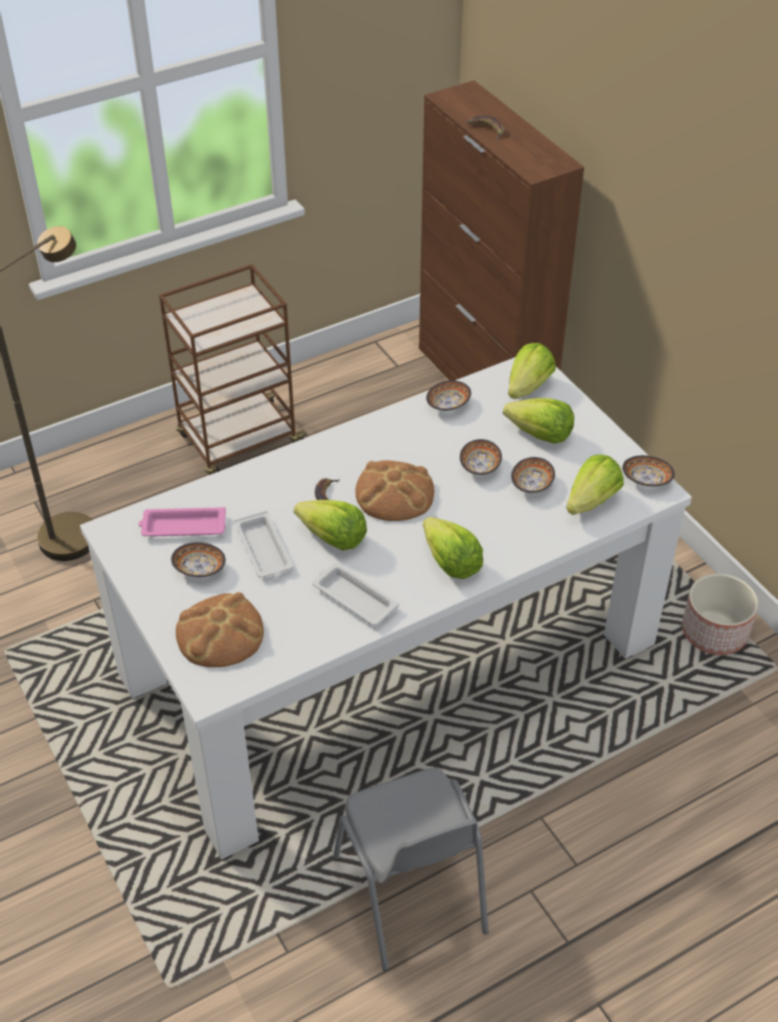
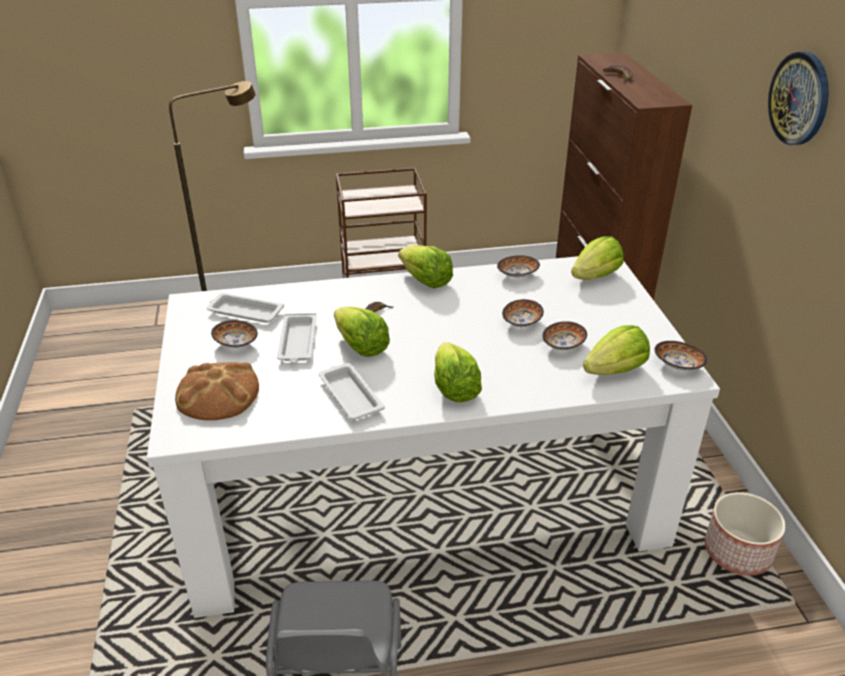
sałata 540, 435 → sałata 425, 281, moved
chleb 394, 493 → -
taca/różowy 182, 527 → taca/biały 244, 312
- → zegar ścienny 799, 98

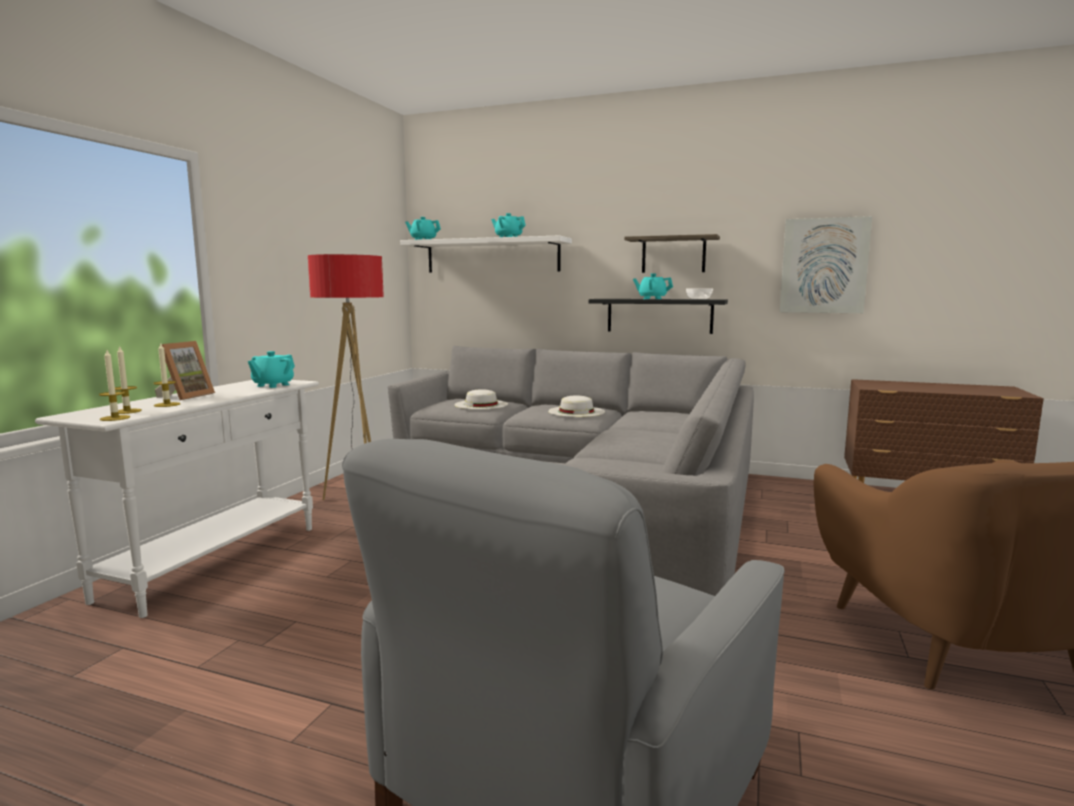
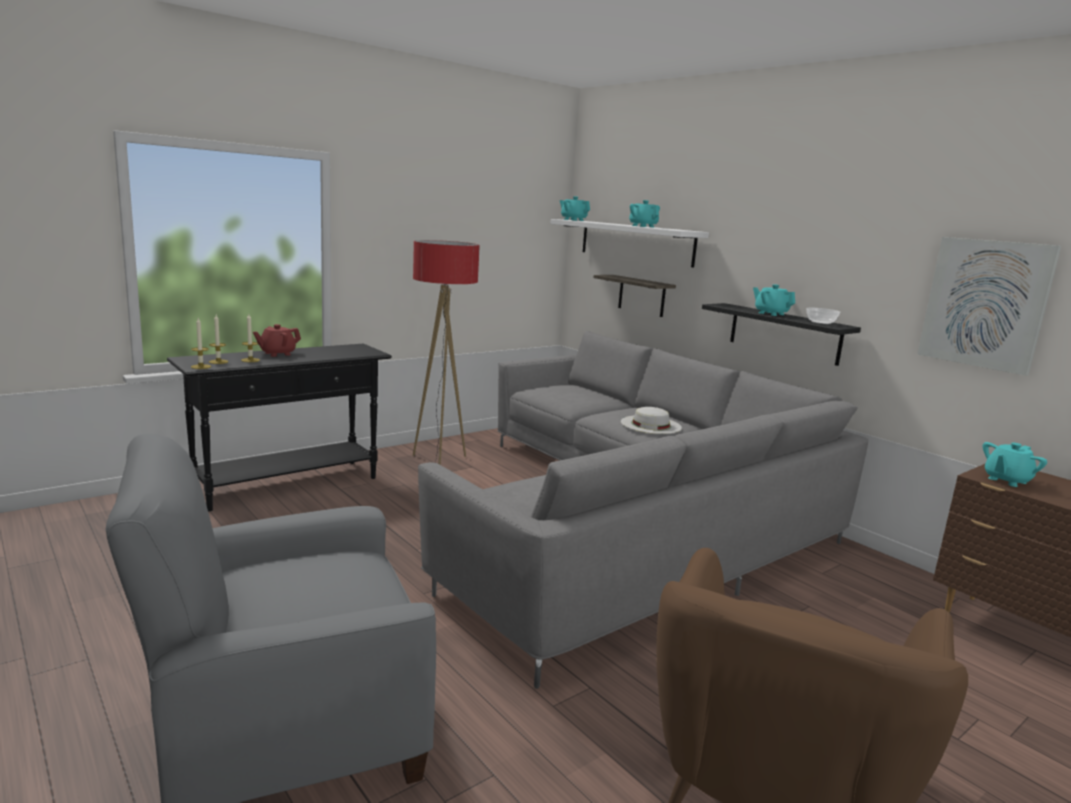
półka 673, 255 → półka 641, 296, moved
ramka na zdjęcie 186, 396 → imbryk/czerwony 277, 354
imbryk/turkusowy 272, 385 → imbryk/turkusowy 1006, 480, moved
stolik konsolowy/biały 215, 561 → stolik konsolowy/czarny 288, 484
kapelusz/biały 481, 404 → -

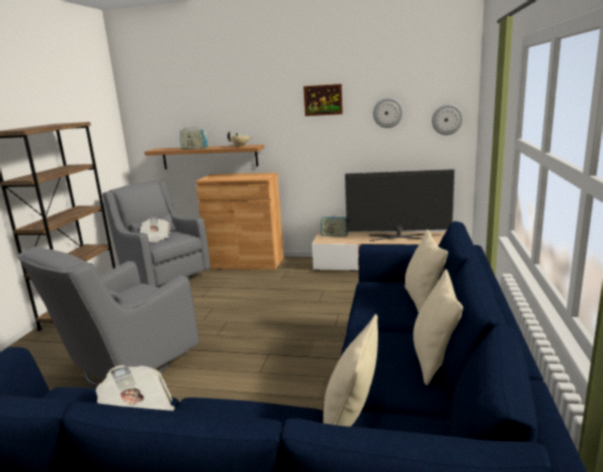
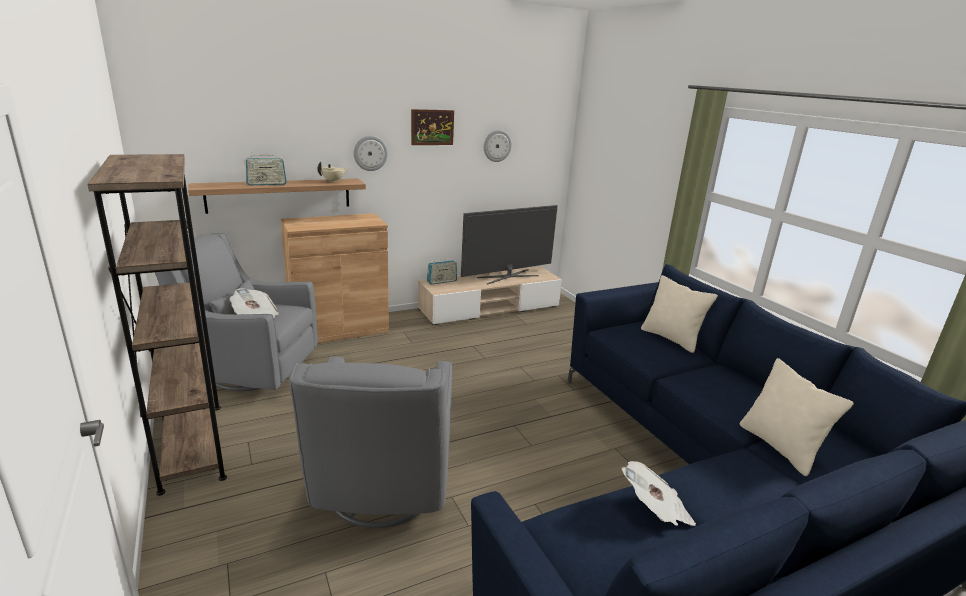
zegar ścienny 447, 119 → zegar ścienny 370, 153, moved
poduszka/beżowy 434, 360 → -

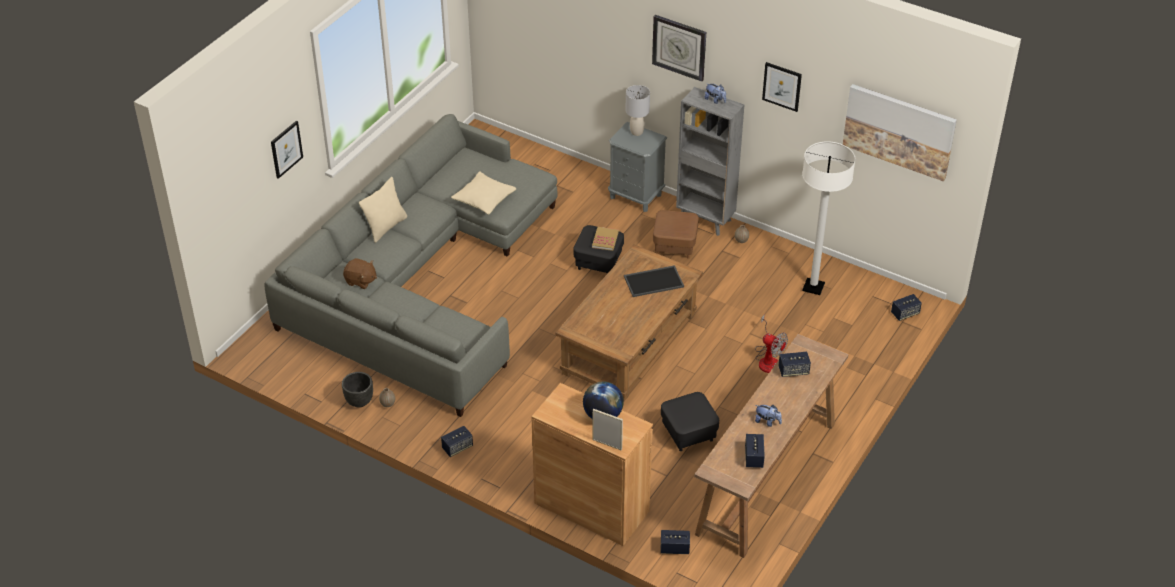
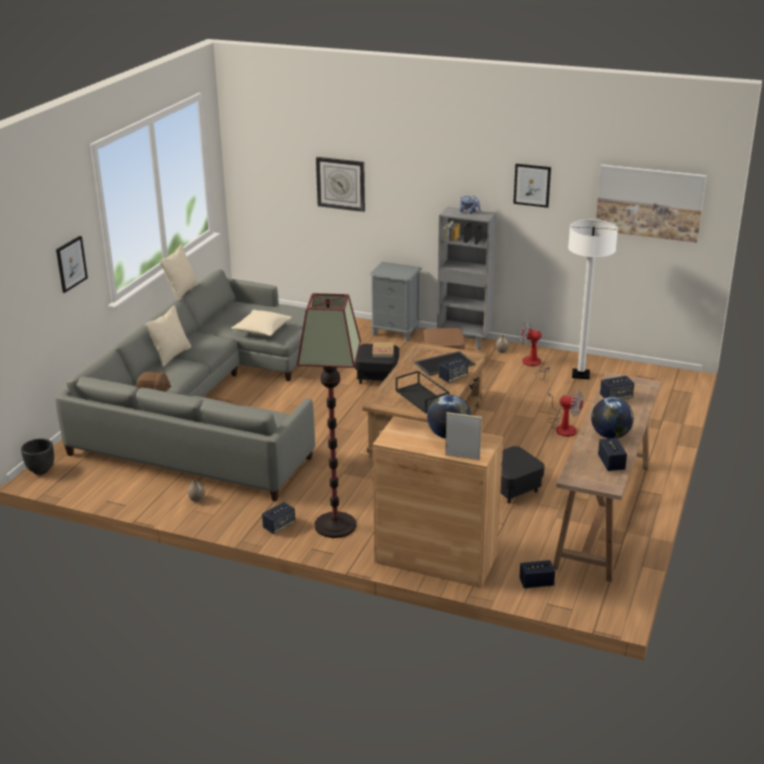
zegar ścienny 679, 47 → zegar ścienny 341, 183, moved
lampa stołowa/szary 637, 132 → -
głośnik 905, 313 → głośnik 453, 377, moved
donica/czarny 359, 401 → donica/czarny 40, 470, moved
pluszak 767, 422 → globus 610, 435
- → poduszka/beżowy 182, 292
- → lampa stojąca 335, 525
- → wentylator 534, 365
- → taca/czarny 423, 398

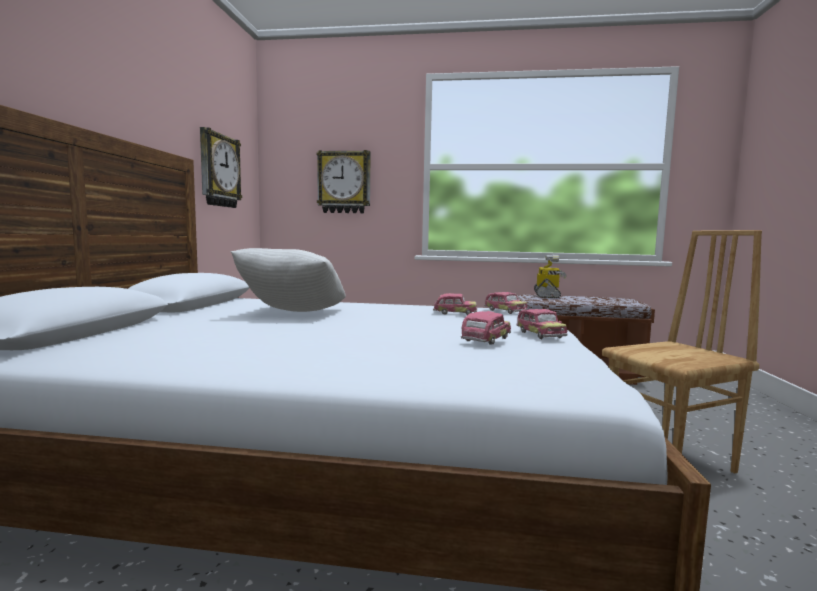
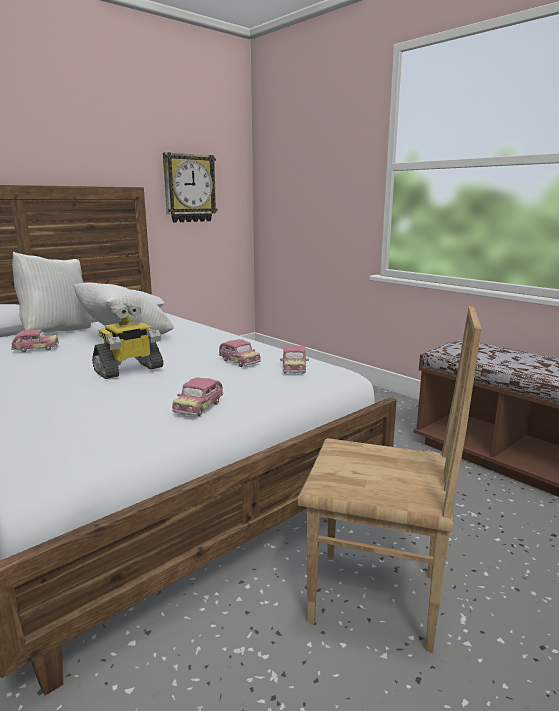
zegar ścienny 344, 182 → -
robot zabawkowy 547, 295 → robot zabawkowy 129, 370, moved
samochodzik 486, 340 → samochodzik 36, 349, moved
- → poduszka/biały 57, 332

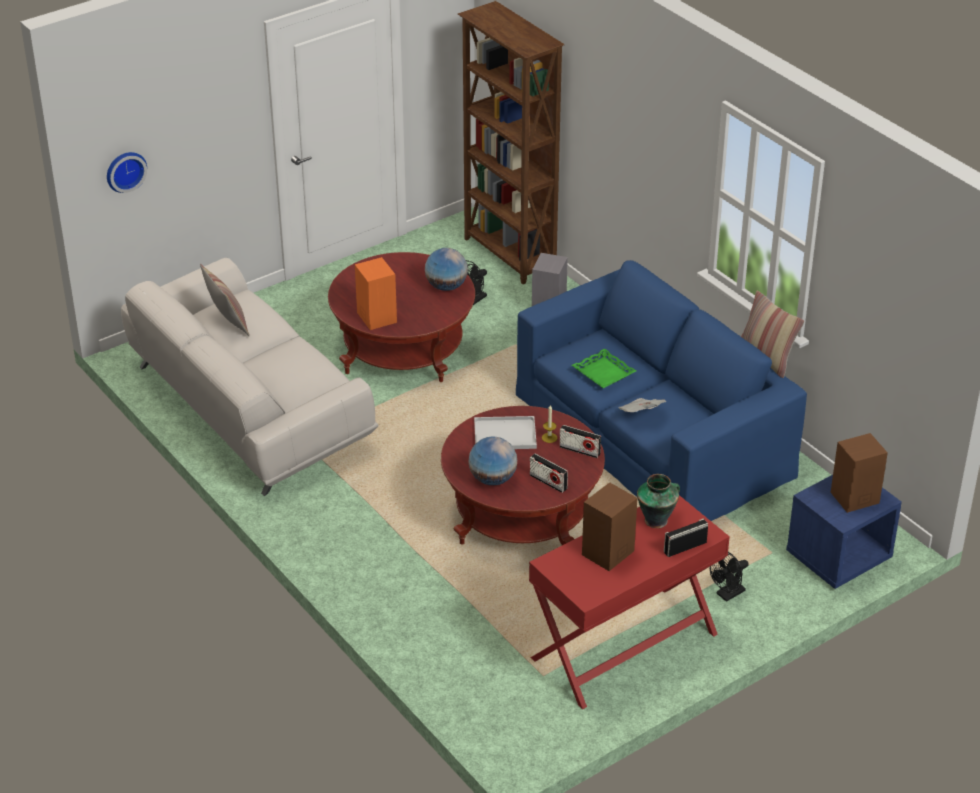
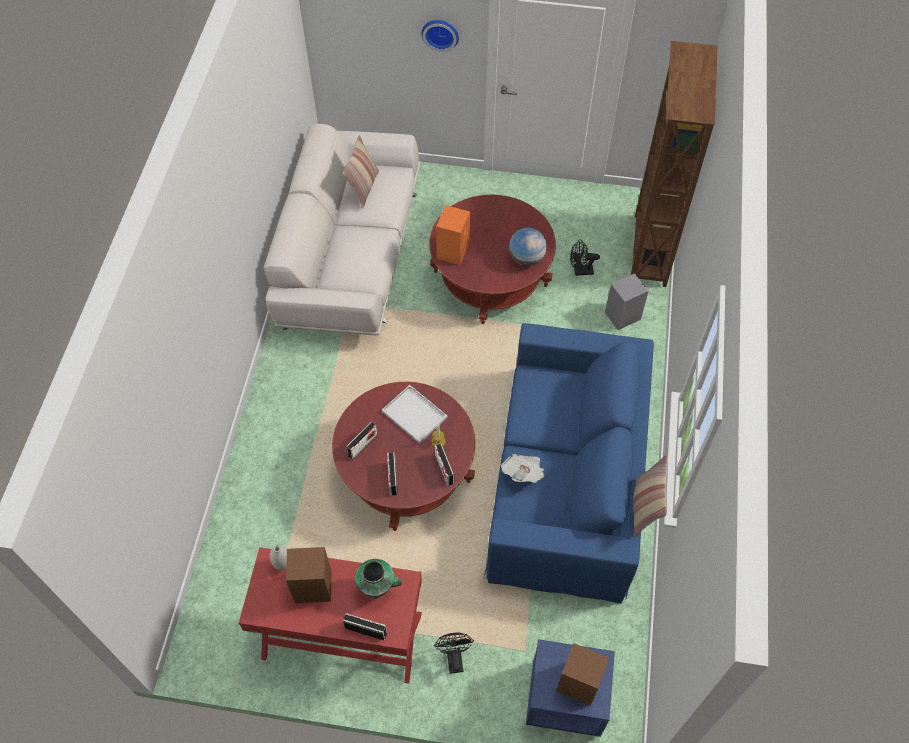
zegar ścienny 125, 170 → zegar ścienny 440, 33, moved
taca/zielony 604, 373 → -
globus 492, 479 → radio 362, 445
wentylator/czarny 727, 594 → wentylator/czarny 454, 657, 75 degrees clockwise
- → wazon/biały 283, 565

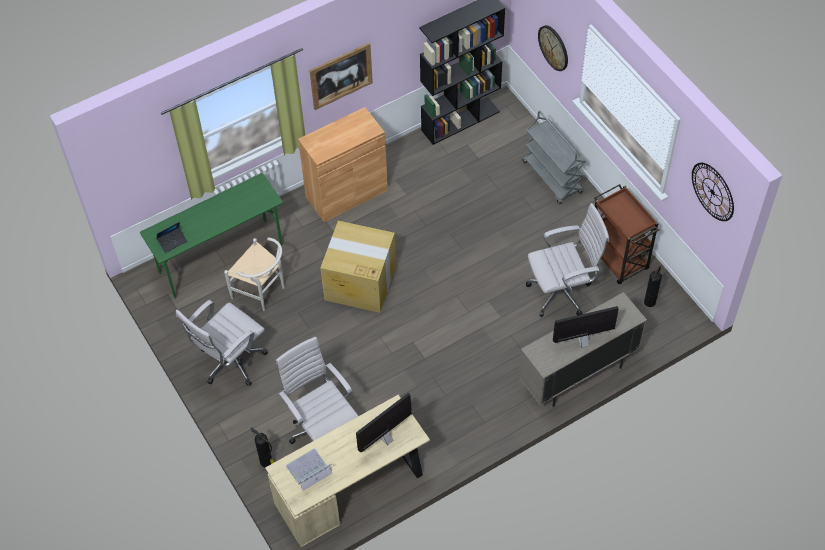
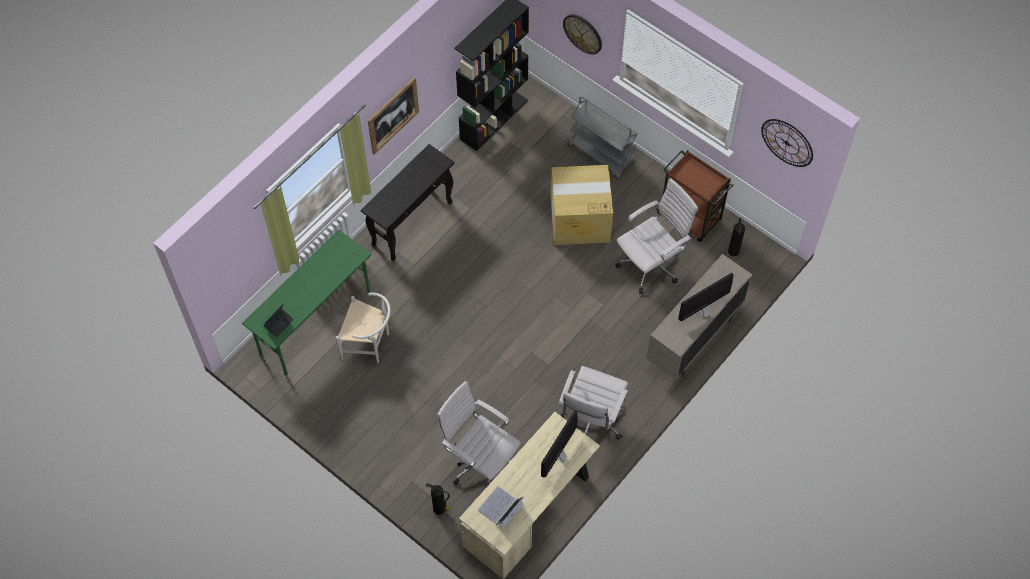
szafka/brązowy 346, 194 → stolik konsolowy/czarny 412, 223
karton 359, 282 → karton 579, 219, moved
krzesło biurowe/biały 230, 363 → krzesło biurowe/biały 591, 422, moved

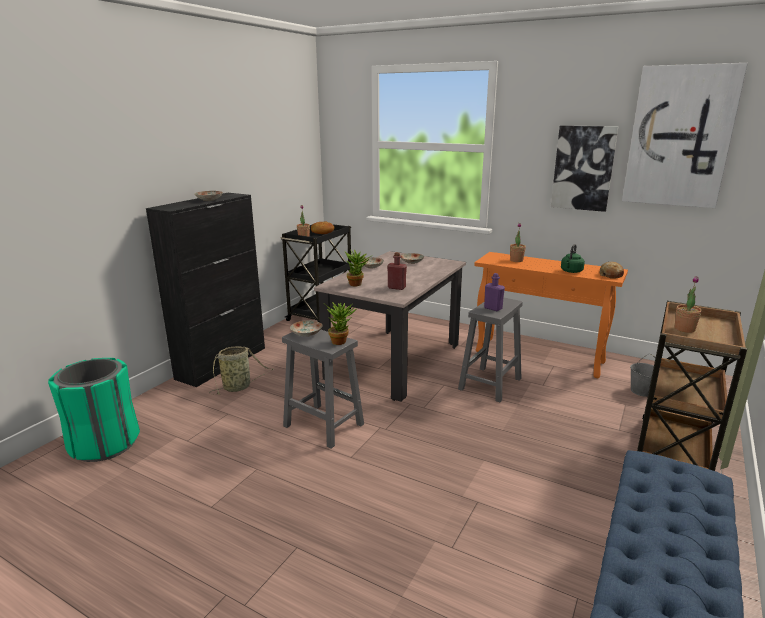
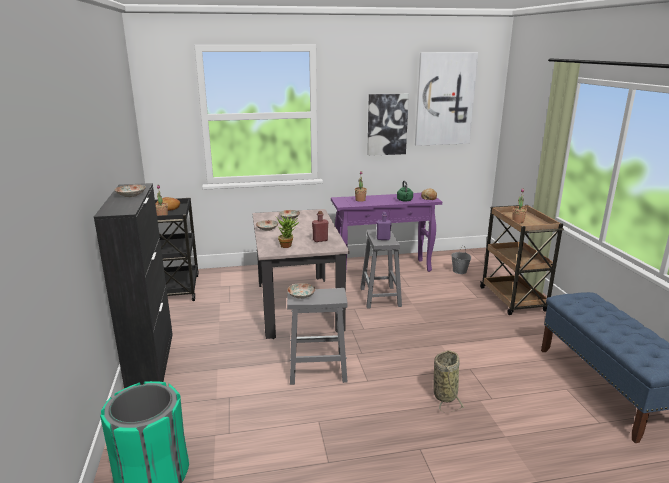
stolik konsolowy/pomarańczowy 540, 357 → stolik konsolowy/fioletowy 383, 269
roślina doniczkowa 341, 341 → -
koszyk 239, 387 → koszyk 445, 394, moved

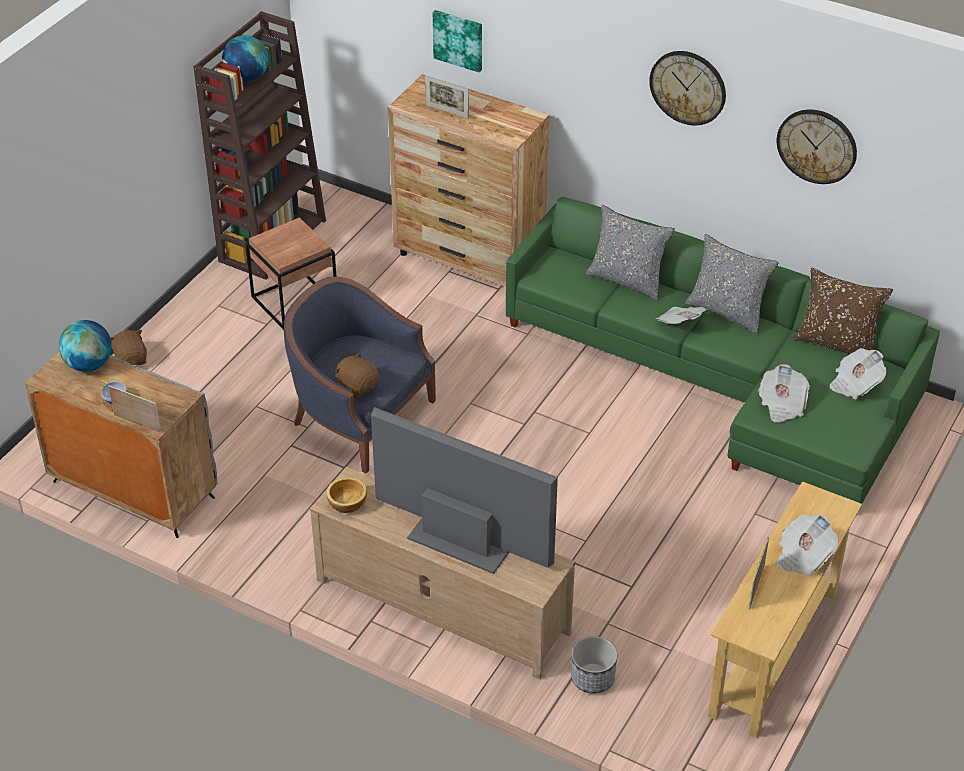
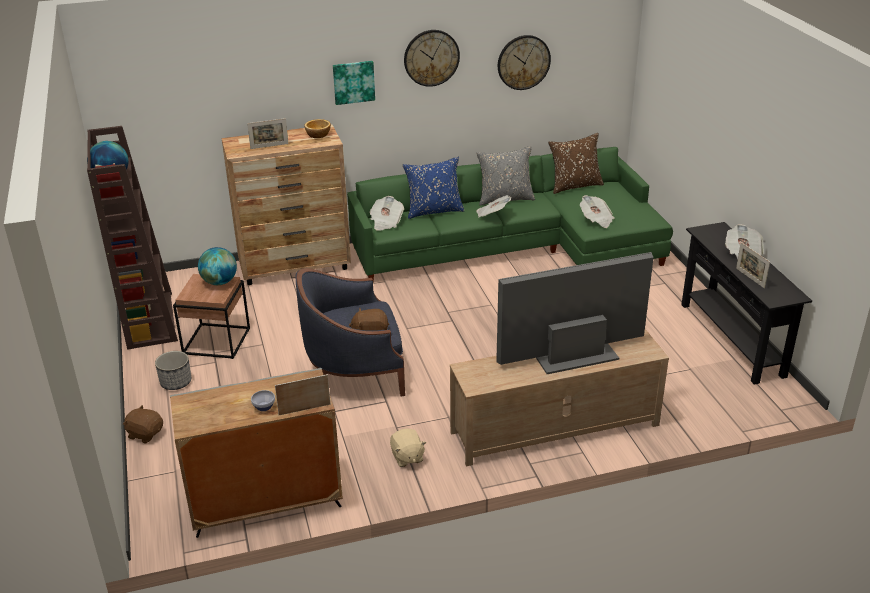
obraz 458, 39 → obraz 353, 82, moved
poduszka/szary 627, 280 → poduszka/niebieski 434, 211
globus 89, 365 → globus 220, 282, moved
gazeta 855, 384 → gazeta 386, 222, moved
miska 347, 504 → miska 318, 135, moved
stolik konsolowy/beżowy 774, 653 → stolik konsolowy/czarny 732, 339
donica 592, 678 → donica 176, 382, moved
- → pluszak/beżowy 407, 457

